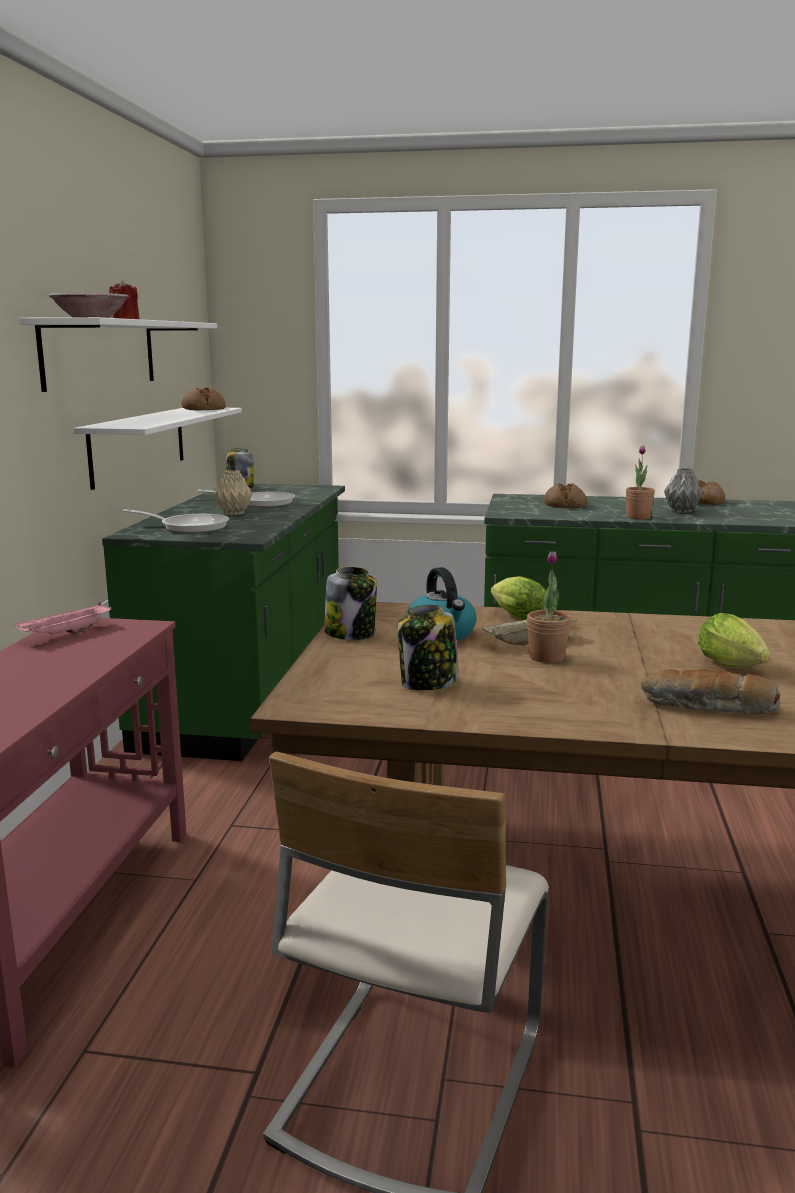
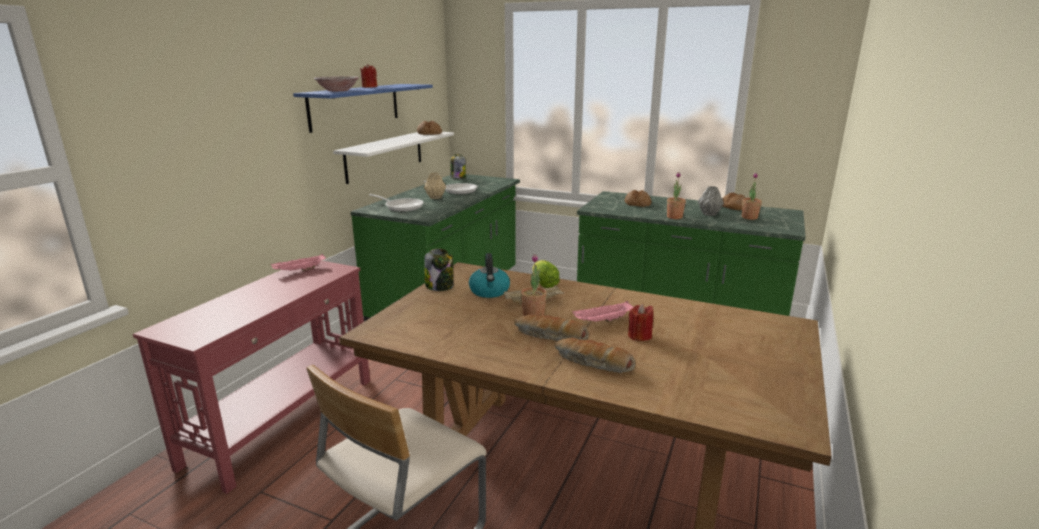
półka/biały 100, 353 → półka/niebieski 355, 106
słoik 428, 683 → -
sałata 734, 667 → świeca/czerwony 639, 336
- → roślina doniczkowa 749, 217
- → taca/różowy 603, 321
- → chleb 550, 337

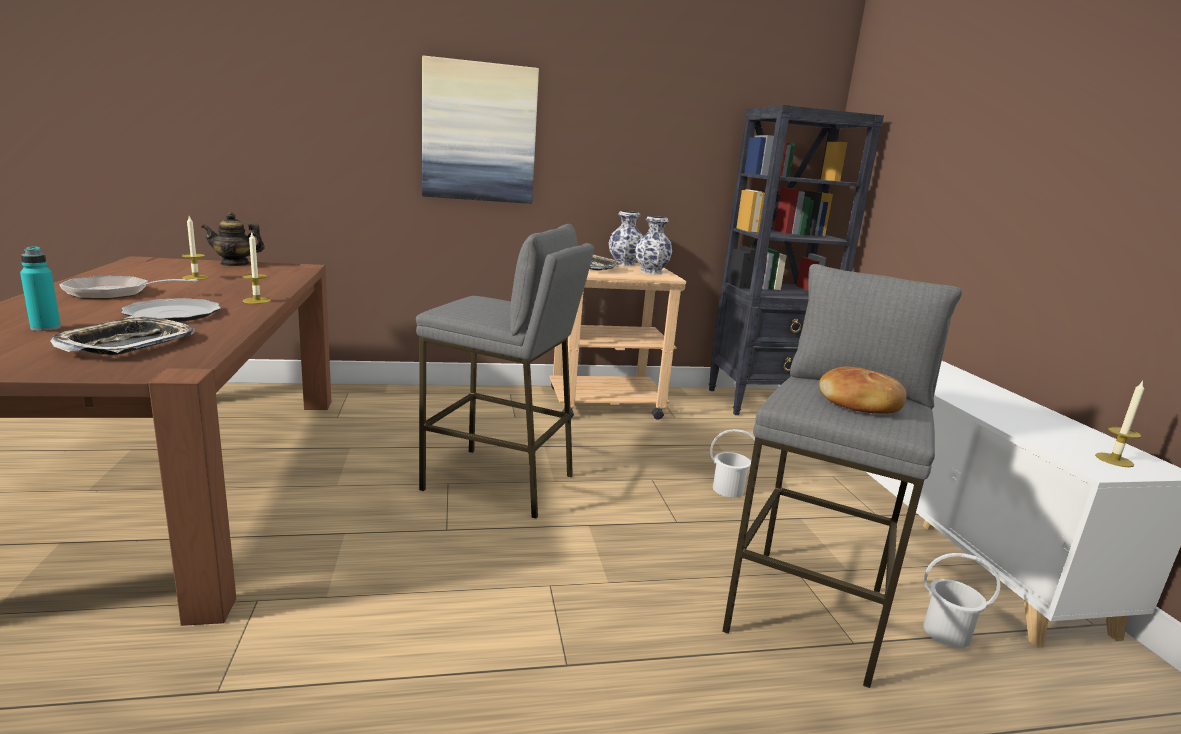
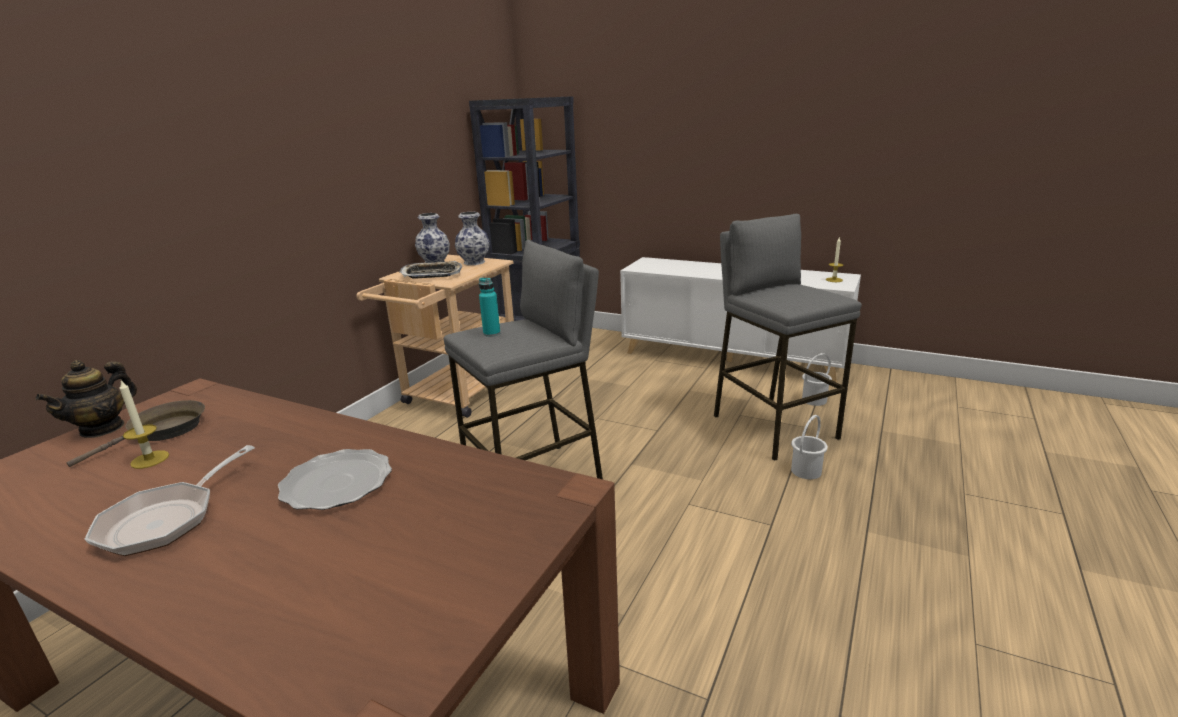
obraz 479, 133 → -
świeca 256, 300 → -
butelka/turkusowy 46, 328 → butelka/turkusowy 491, 333, moved
taca 127, 344 → -
chleb 860, 404 → -
wiadro/biały 727, 489 → wiadro/biały 805, 471, moved
- → patelnia/brązowy 163, 431

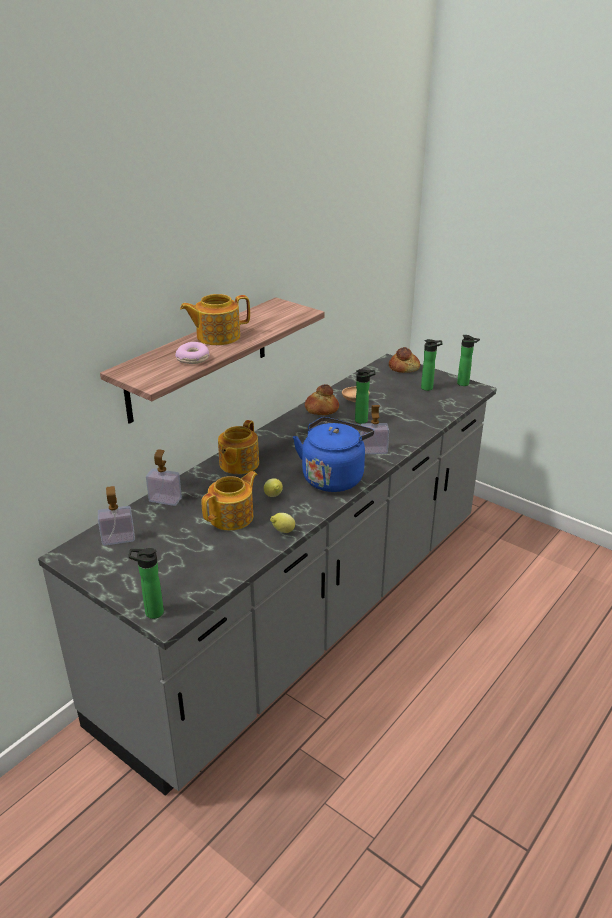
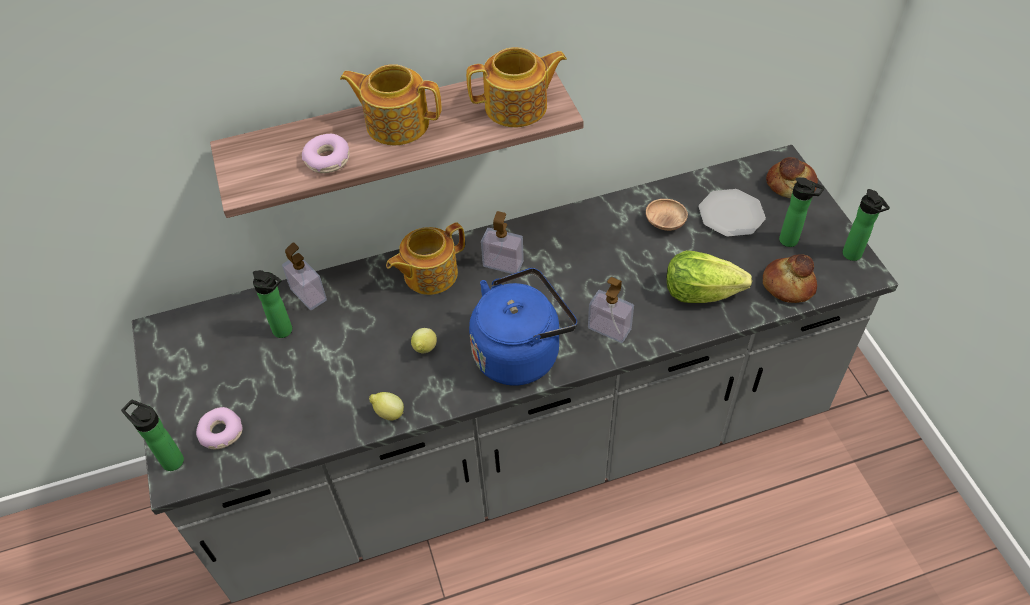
butelka 363, 420 → butelka 285, 331, moved
chleb 321, 409 → chleb 787, 286, moved
imbryk 232, 517 → imbryk 518, 107, moved
dozownik mydła 118, 539 → dozownik mydła 503, 264, moved
- → talerz 731, 215
- → sałata 700, 292
- → donut 220, 433

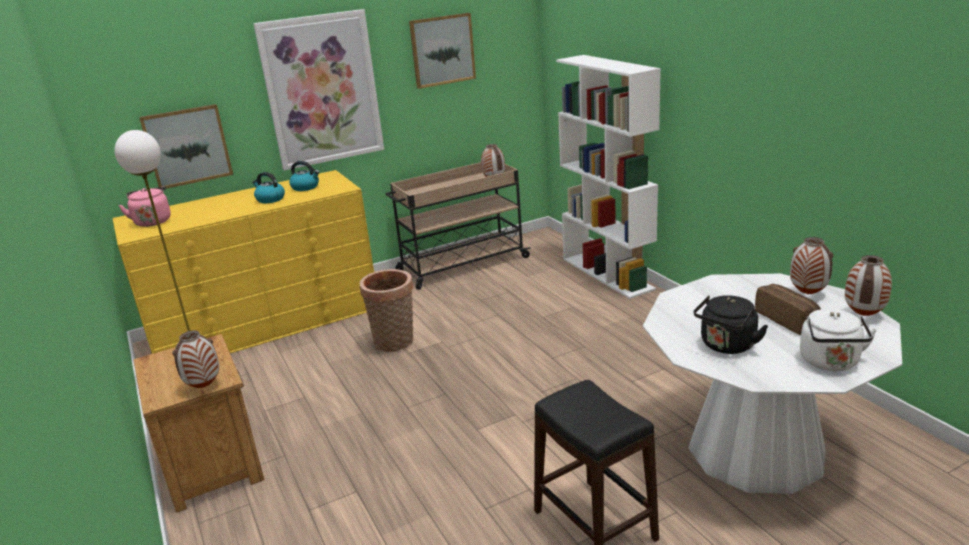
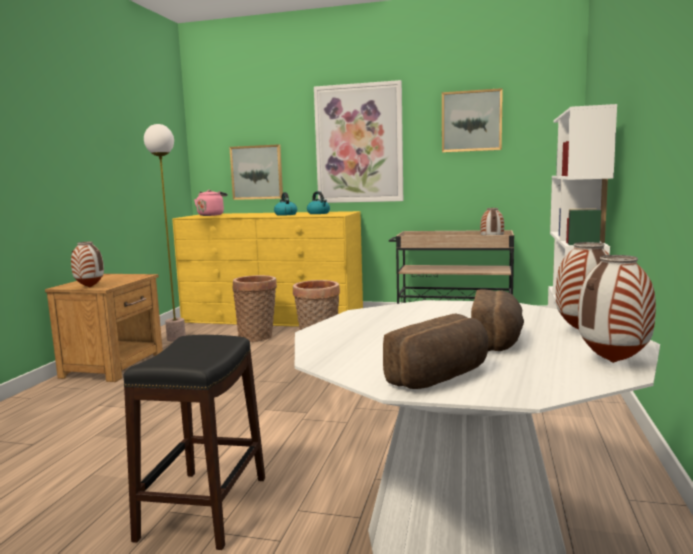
czajnik/czarny 726, 346 → -
czajnik/biały 831, 363 → chleb 442, 377
- → koszyk 258, 337

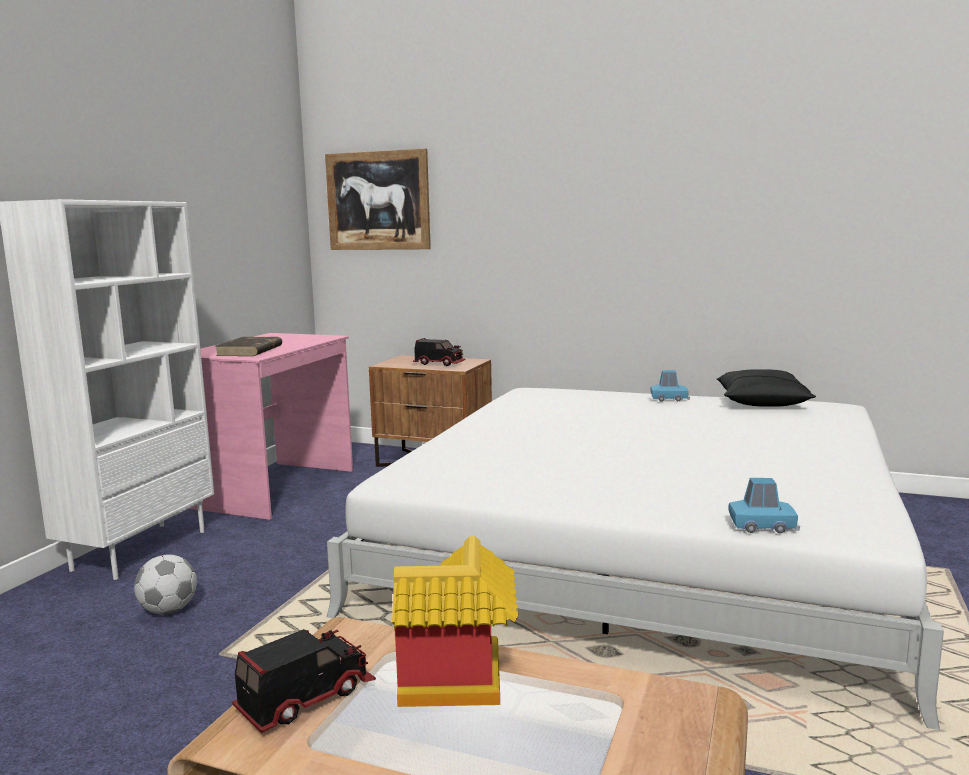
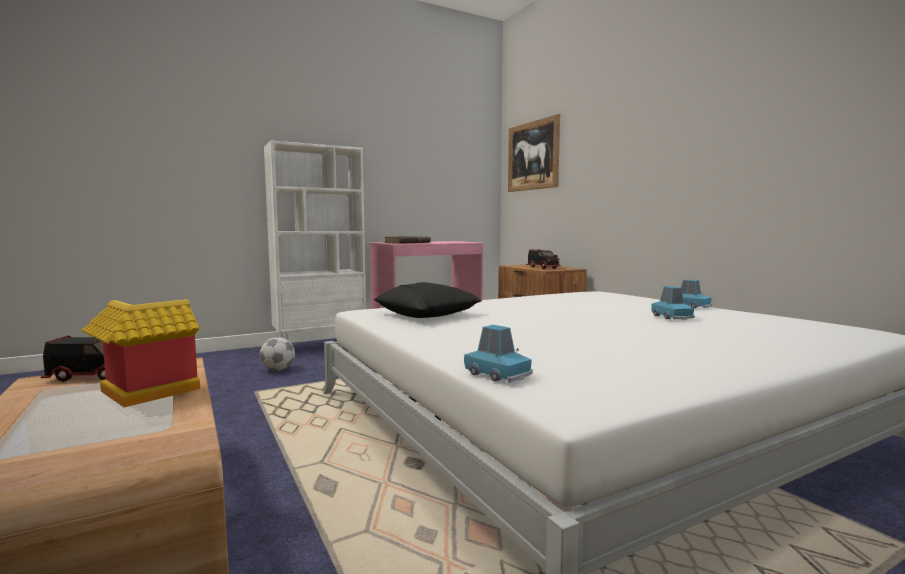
poduszka/czarny 761, 402 → poduszka/czarny 427, 315, moved
- → samochodzik/niebieski 671, 317

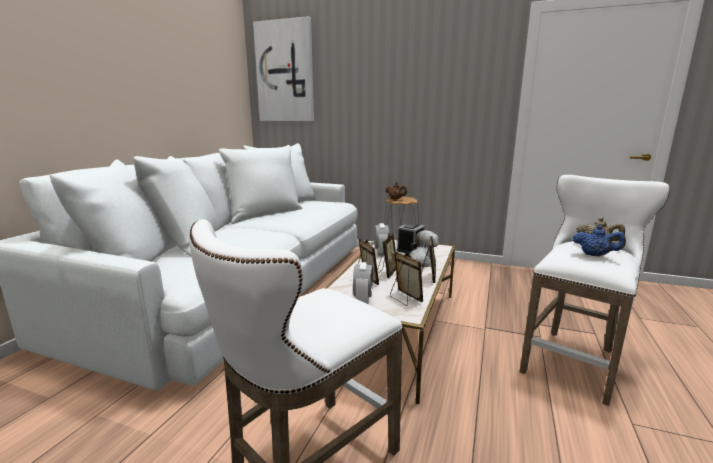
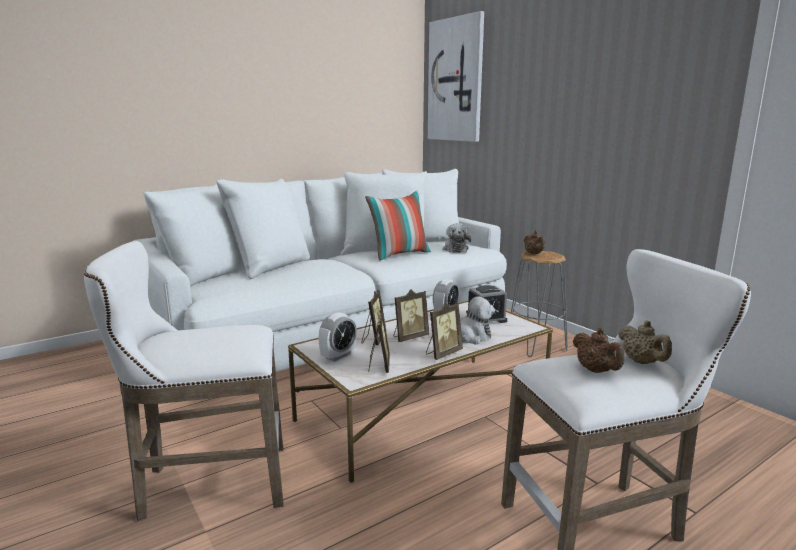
imbryk/niebieski 595, 255 → imbryk/brązowy 596, 371
- → poduszka 399, 254
- → pluszak 455, 249

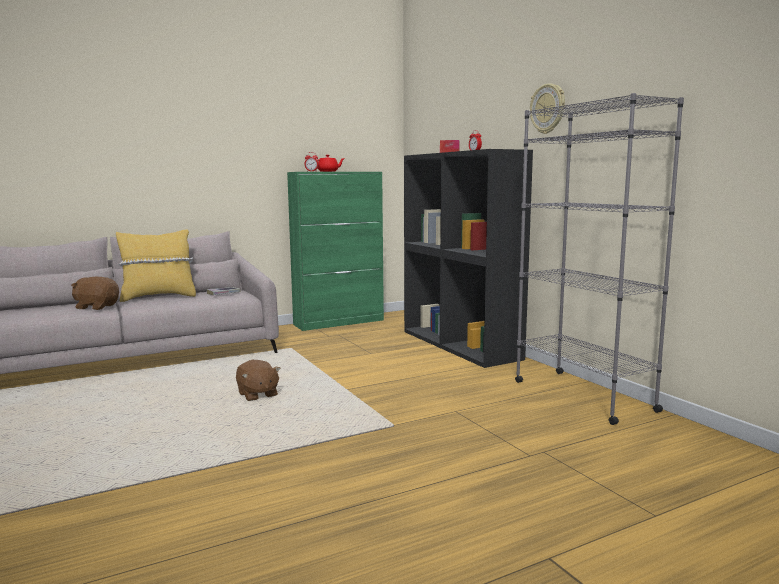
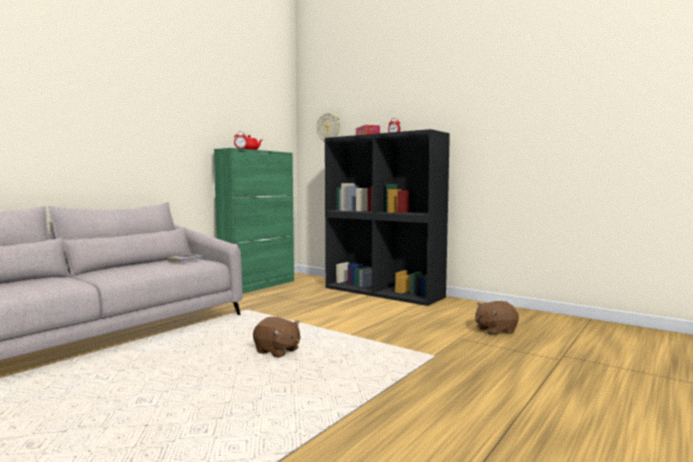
zegar ścienny 548, 109 → zegar ścienny 328, 128, moved
regał/szary 582, 395 → -
poduszka/żółty 158, 297 → -
pluszak/brązowy 96, 307 → pluszak/brązowy 495, 330, moved

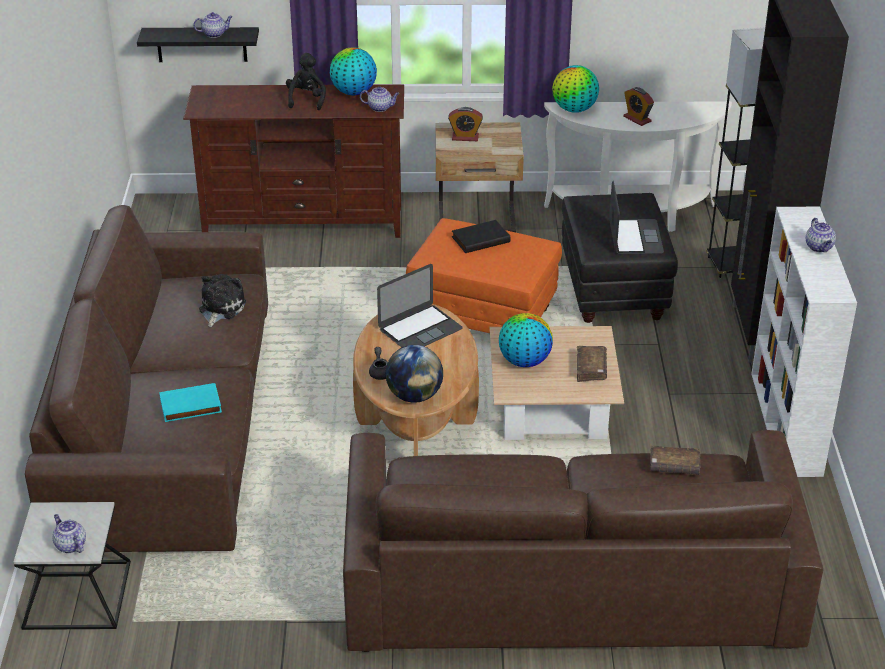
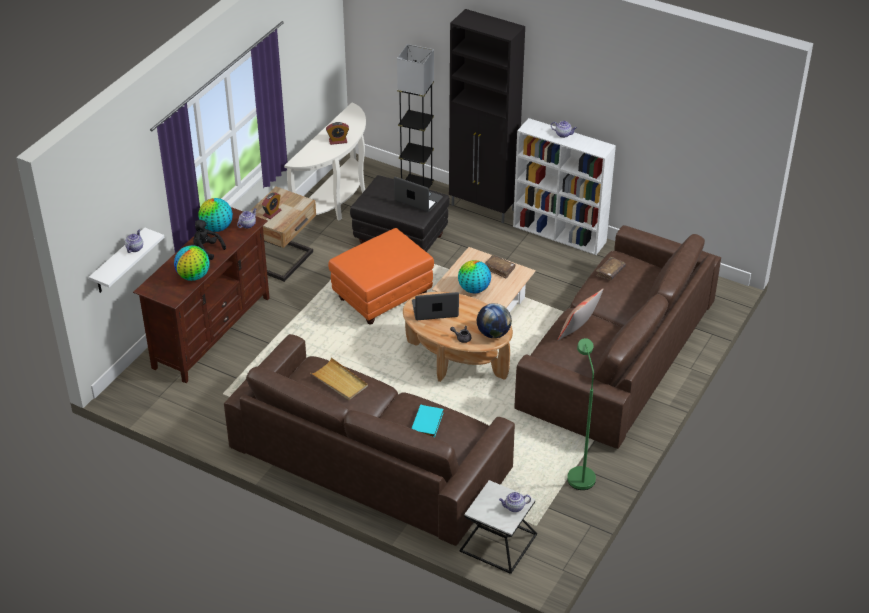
półka/czarny 201, 44 → półka/biały 119, 262
globus 574, 109 → globus 193, 276, moved
książka/czarny 480, 239 → -
laptop 420, 329 → laptop 435, 309, 90 degrees counterclockwise
pluszak 220, 308 → taca/beżowy 339, 381
- → poduszka 578, 331
- → lampa stojąca/zielony 579, 473

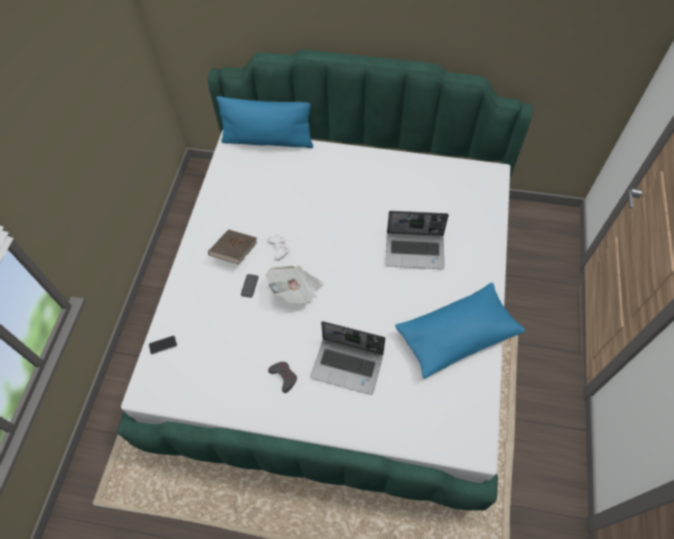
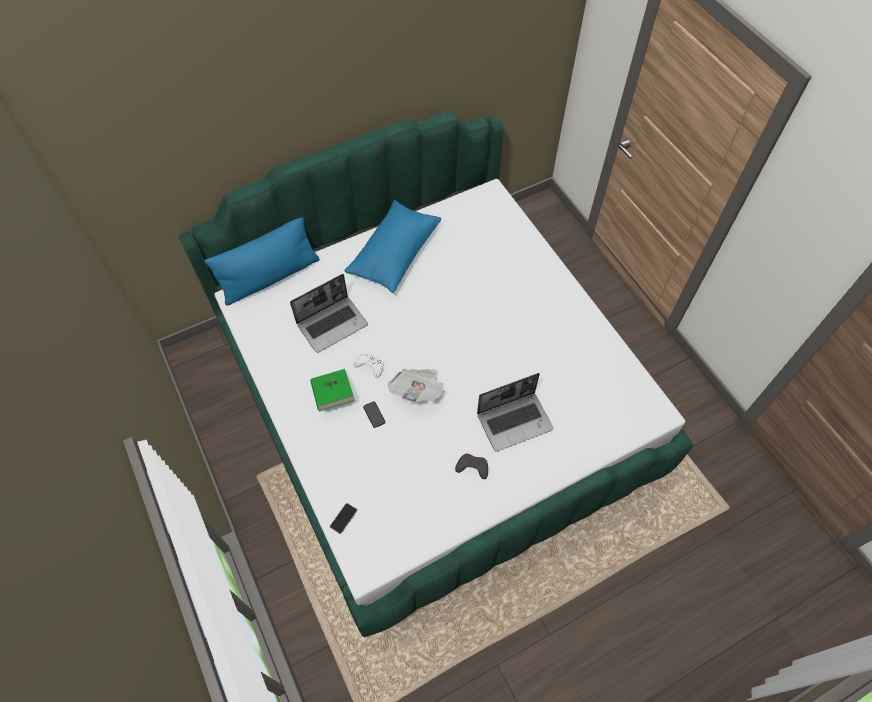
laptop 415, 250 → laptop 332, 324, moved
książka/brązowy 234, 252 → książka/zielony 333, 395
poduszka/niebieski 456, 335 → poduszka/niebieski 394, 254, moved

